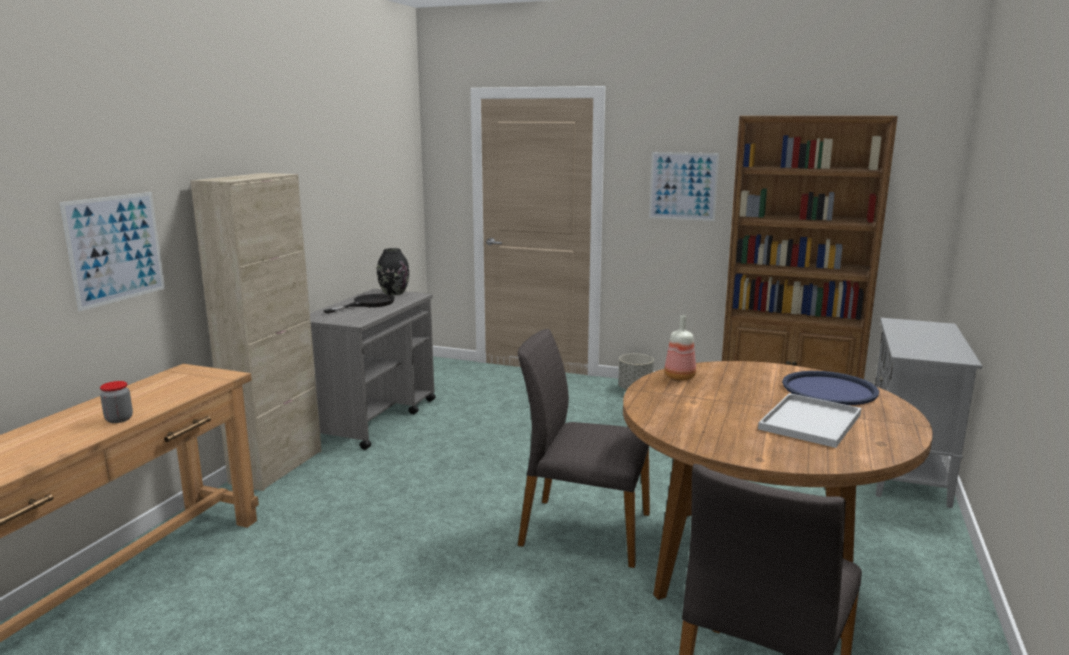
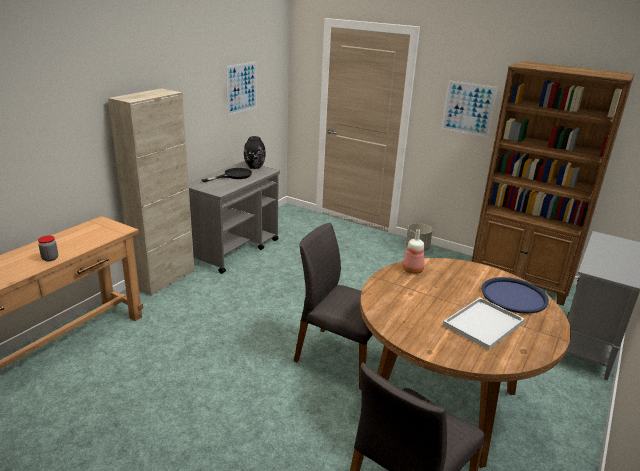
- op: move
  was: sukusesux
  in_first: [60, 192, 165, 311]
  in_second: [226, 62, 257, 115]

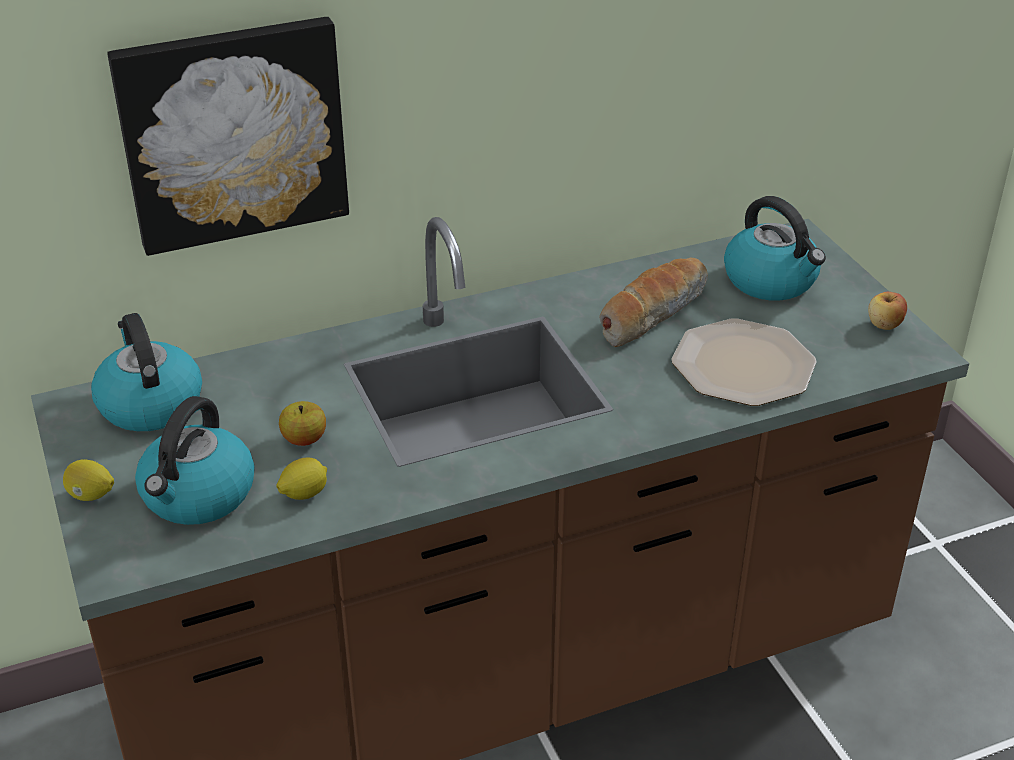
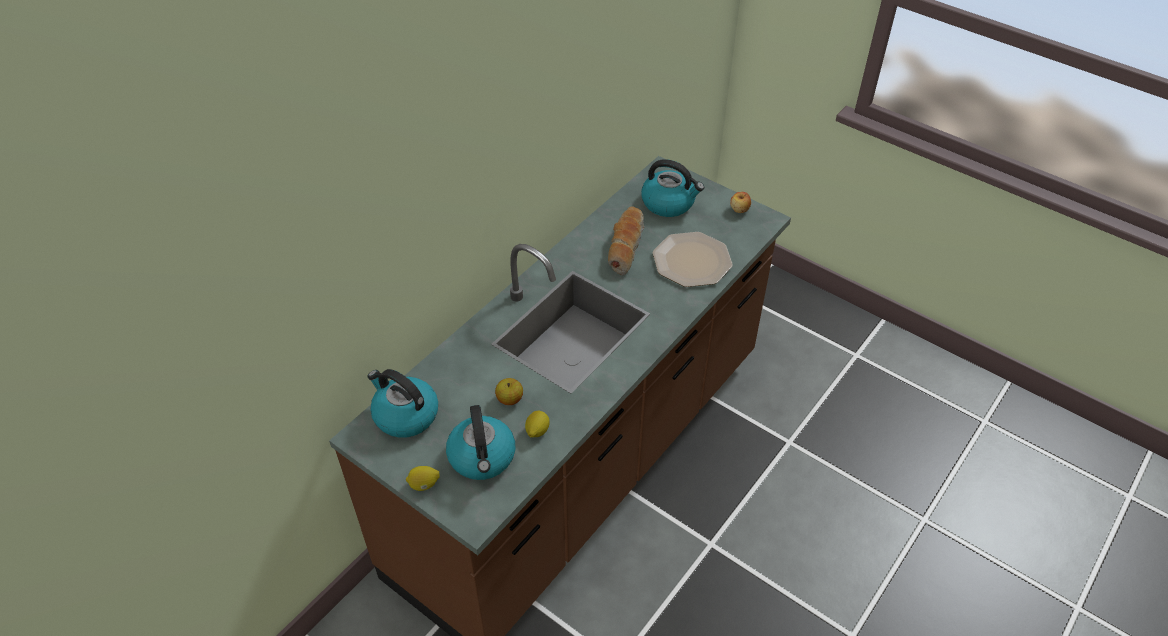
- op: delete
  was: sukusesux
  in_first: [107, 17, 349, 256]

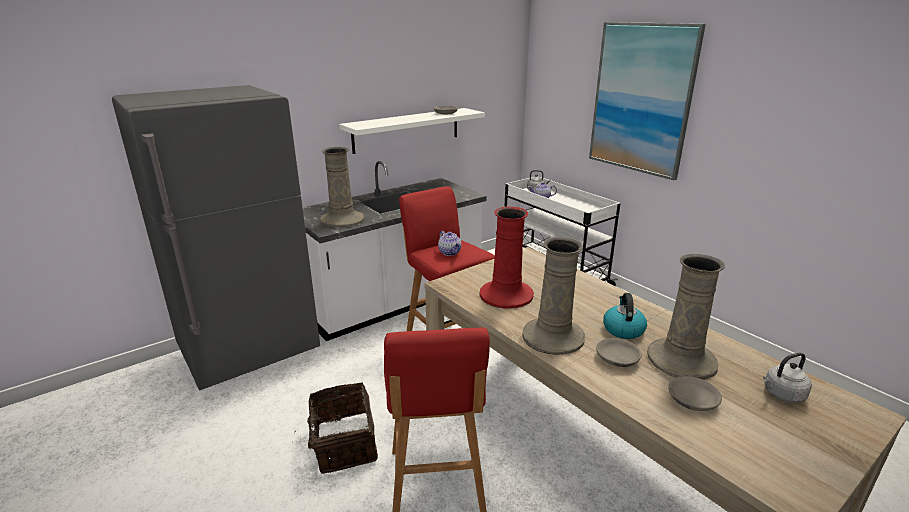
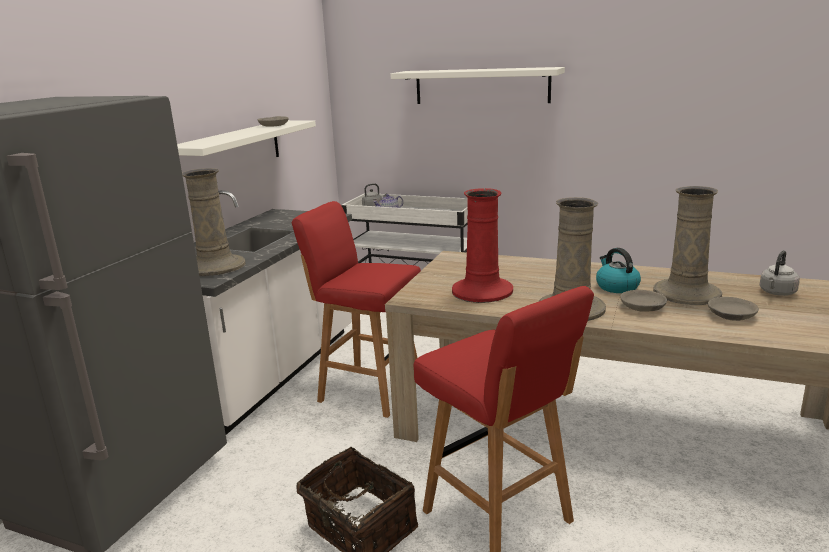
- op: delete
  was: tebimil
  in_first: [438, 231, 461, 256]
- op: replace
  was: sukusesux
  now: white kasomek
  in_first: [589, 22, 706, 180]
  in_second: [390, 67, 565, 104]

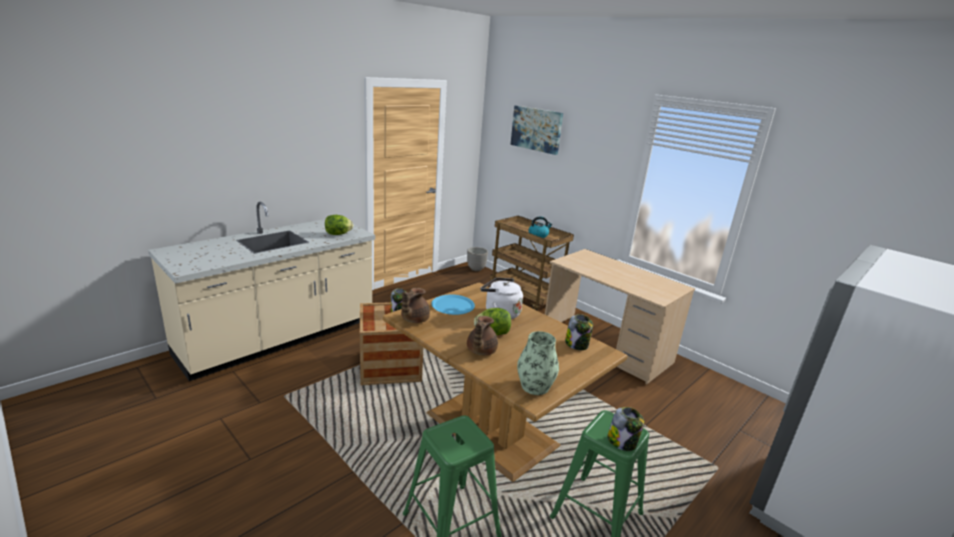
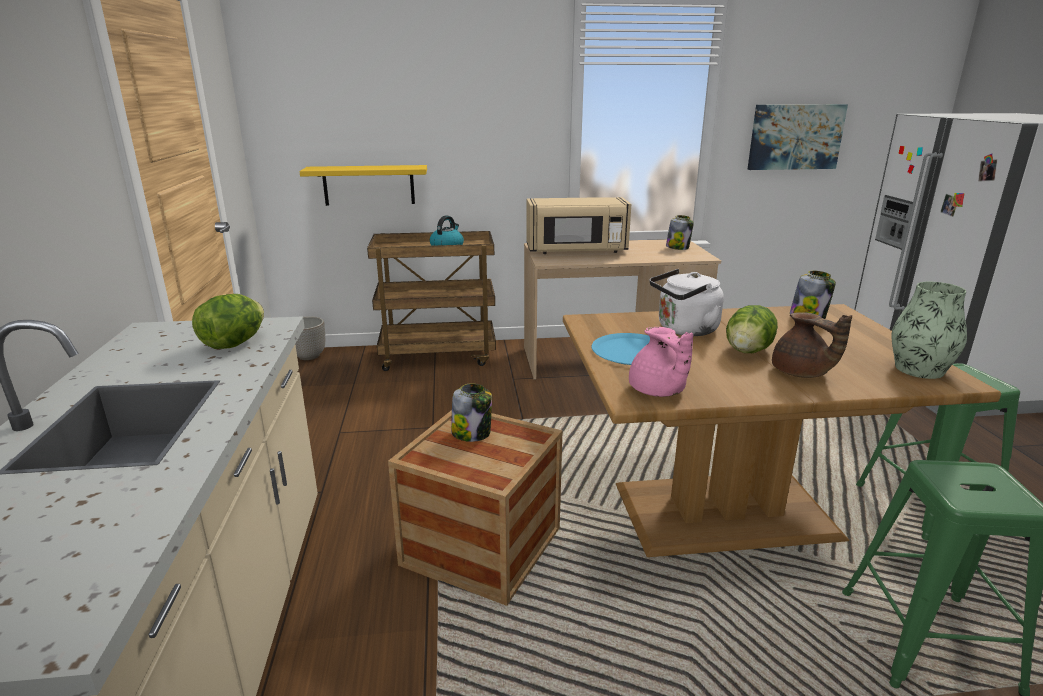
- op: recolor
  was: brown tebimil
  now: pink tebimil
  in_first: [401, 288, 430, 323]
  in_second: [629, 327, 693, 397]
- op: move
  was: sukusesux
  in_first: [511, 106, 563, 155]
  in_second: [748, 104, 848, 170]
- op: move
  was: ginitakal
  in_first: [608, 407, 644, 451]
  in_second: [666, 215, 694, 250]
- op: insert
  now: yellow kasomek
  in_second: [299, 165, 427, 206]
- op: insert
  now: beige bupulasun
  in_second: [526, 197, 631, 254]

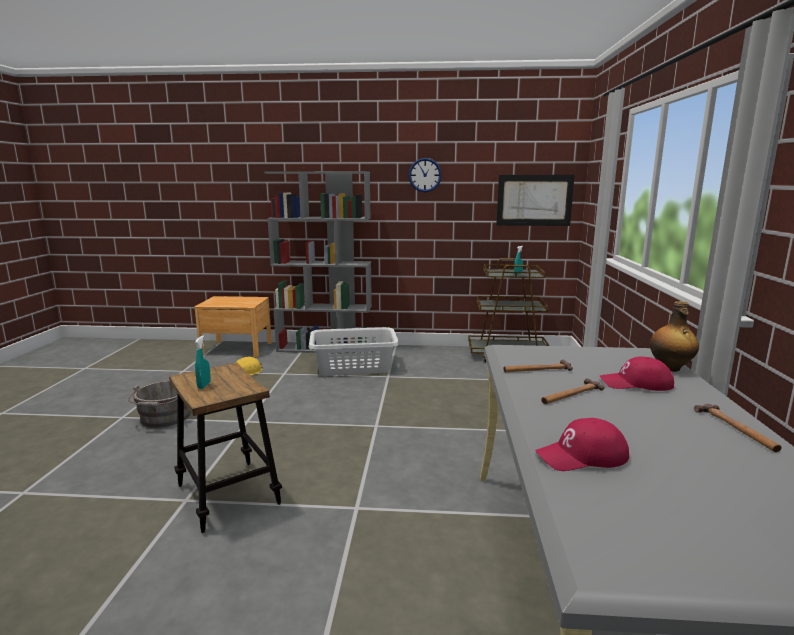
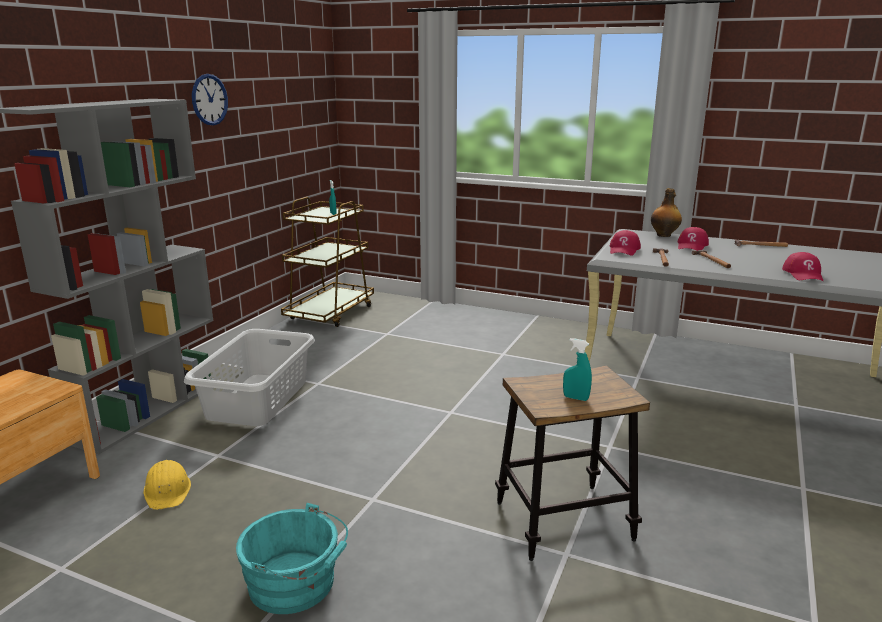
- op: recolor
  was: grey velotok
  now: turquoise velotok
  in_first: [128, 381, 191, 428]
  in_second: [236, 503, 348, 614]
- op: delete
  was: sukusesux
  in_first: [496, 175, 575, 226]
- op: insert
  now: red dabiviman
  in_second: [610, 230, 641, 256]

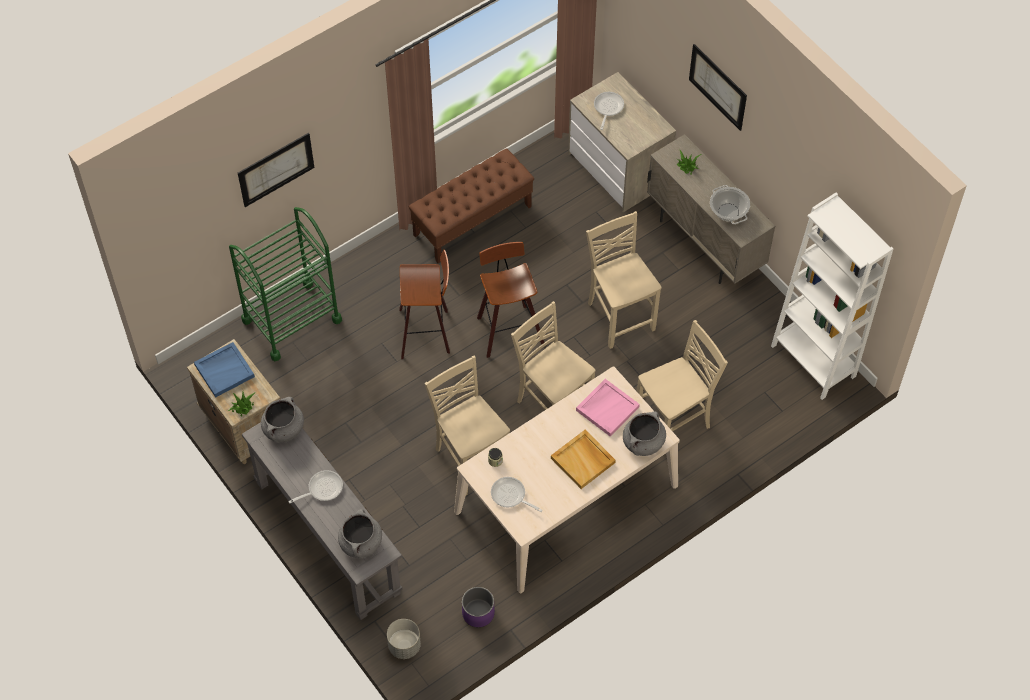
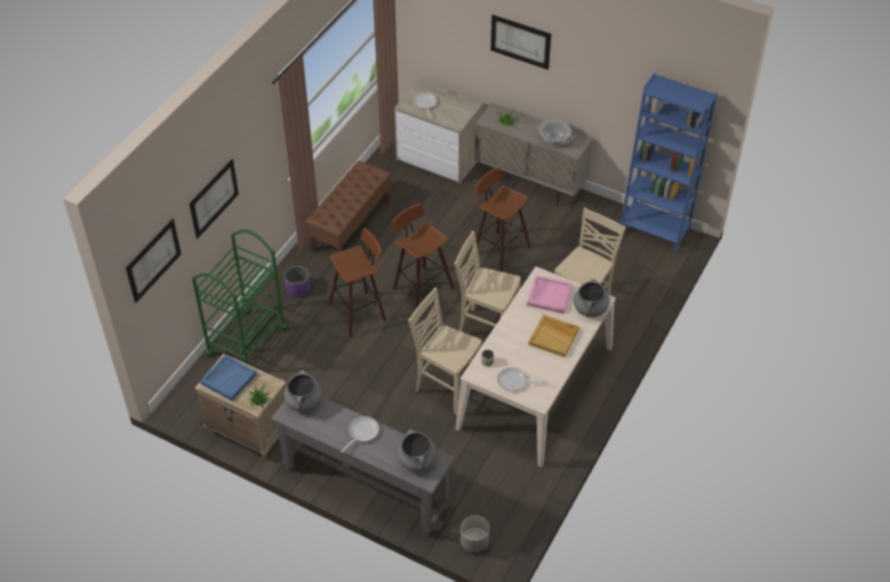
- op: move
  was: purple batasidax
  in_first: [462, 587, 495, 627]
  in_second: [284, 266, 310, 298]
- op: replace
  was: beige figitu
  now: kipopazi
  in_first: [586, 211, 662, 349]
  in_second: [473, 167, 531, 272]
- op: recolor
  was: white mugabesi
  now: blue mugabesi
  in_first: [771, 193, 894, 400]
  in_second: [620, 73, 717, 255]
- op: insert
  now: sukusesux
  in_second: [126, 219, 181, 303]

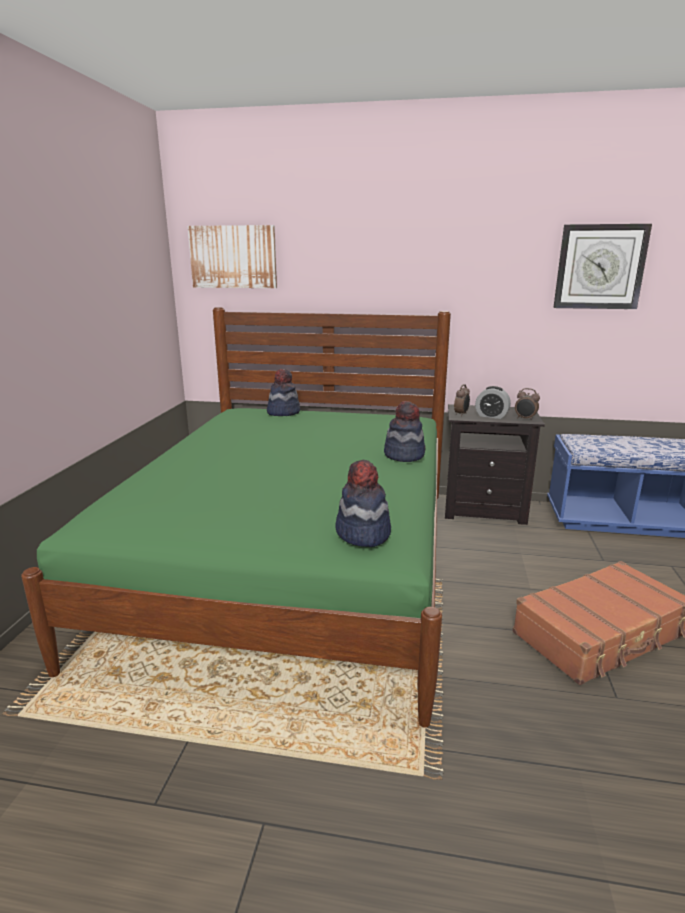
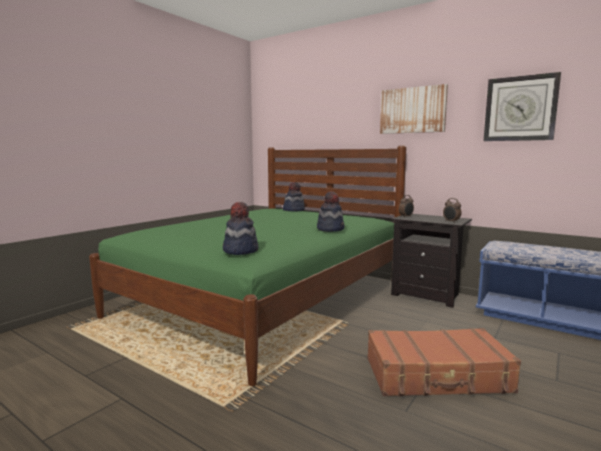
- op: move
  was: sukusesux
  in_first: [188, 225, 277, 288]
  in_second: [380, 84, 448, 134]
- op: delete
  was: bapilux
  in_first: [475, 386, 511, 419]

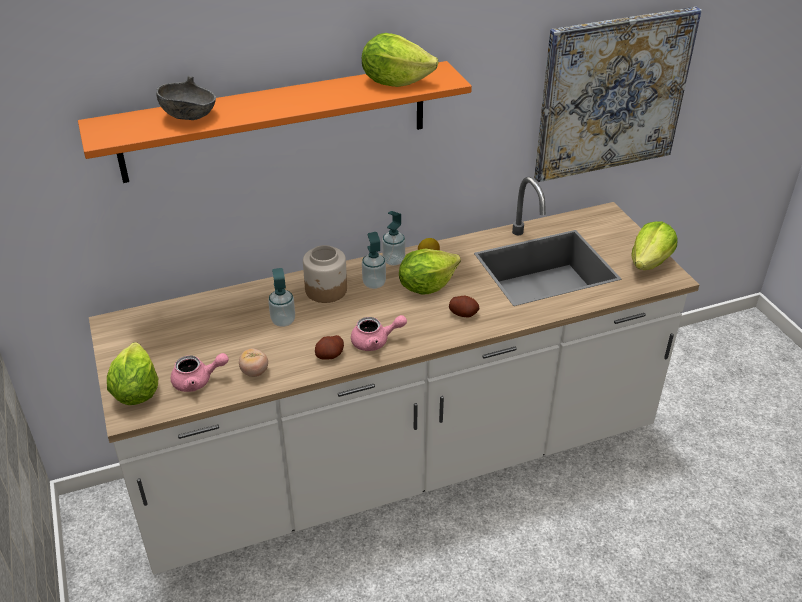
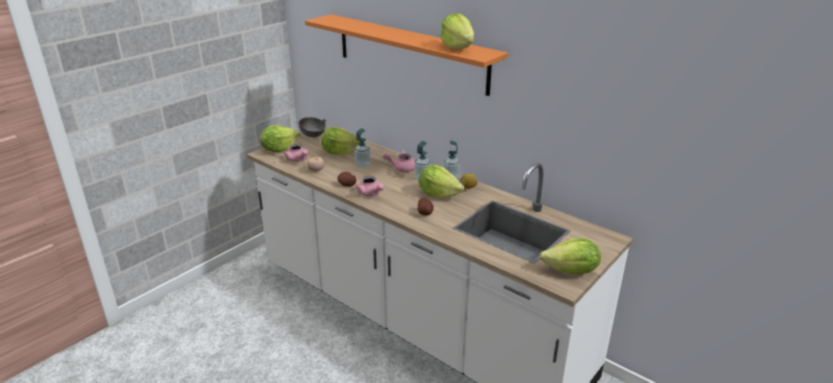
- op: move
  was: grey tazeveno
  in_first: [156, 76, 216, 120]
  in_second: [298, 117, 327, 137]
- op: replace
  was: ginitakal
  now: pink tebimil
  in_first: [303, 245, 347, 303]
  in_second: [382, 150, 415, 172]
- op: delete
  was: sukusesux
  in_first: [534, 7, 702, 182]
- op: insert
  now: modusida
  in_second: [321, 127, 361, 155]

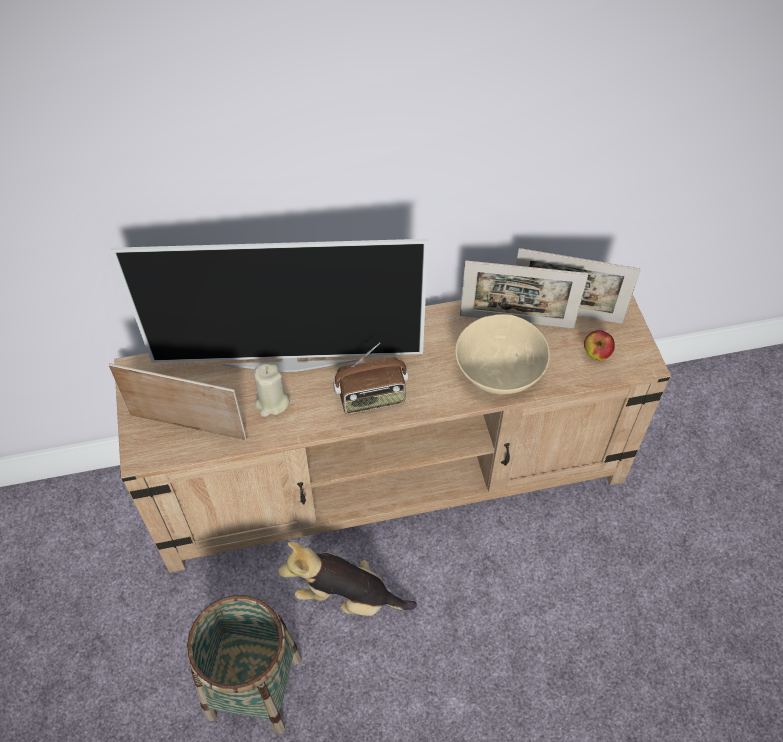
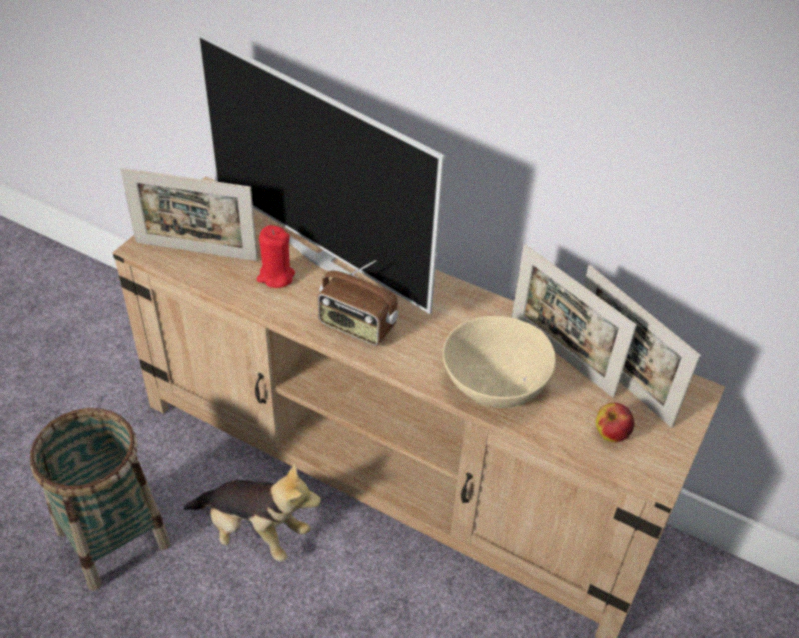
- op: rotate
  was: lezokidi
  in_first: [108, 363, 247, 441]
  in_second: [120, 168, 258, 261]
  clockwise: 135
- op: recolor
  was: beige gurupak
  now: red gurupak
  in_first: [254, 364, 290, 417]
  in_second: [257, 225, 295, 288]
- op: rotate
  was: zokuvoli
  in_first: [278, 542, 417, 616]
  in_second: [183, 462, 321, 562]
  clockwise: 150

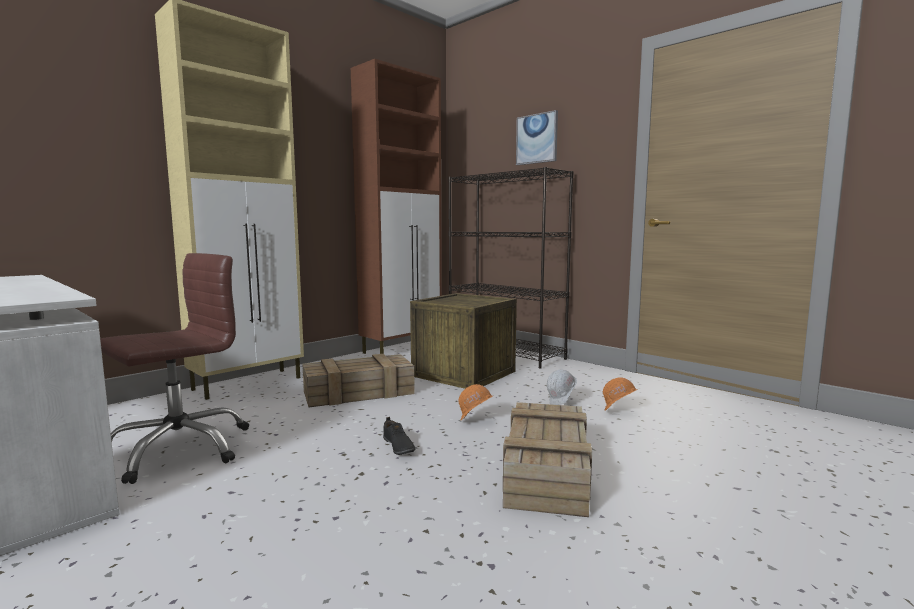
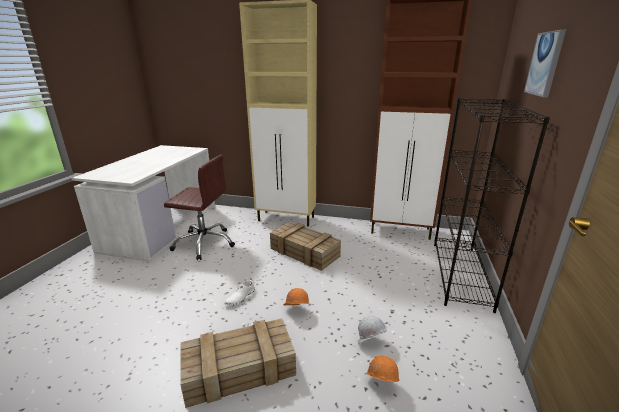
- op: recolor
  was: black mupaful
  now: white mupaful
  in_first: [383, 417, 416, 455]
  in_second: [224, 278, 255, 305]
- op: delete
  was: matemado
  in_first: [410, 293, 517, 389]

